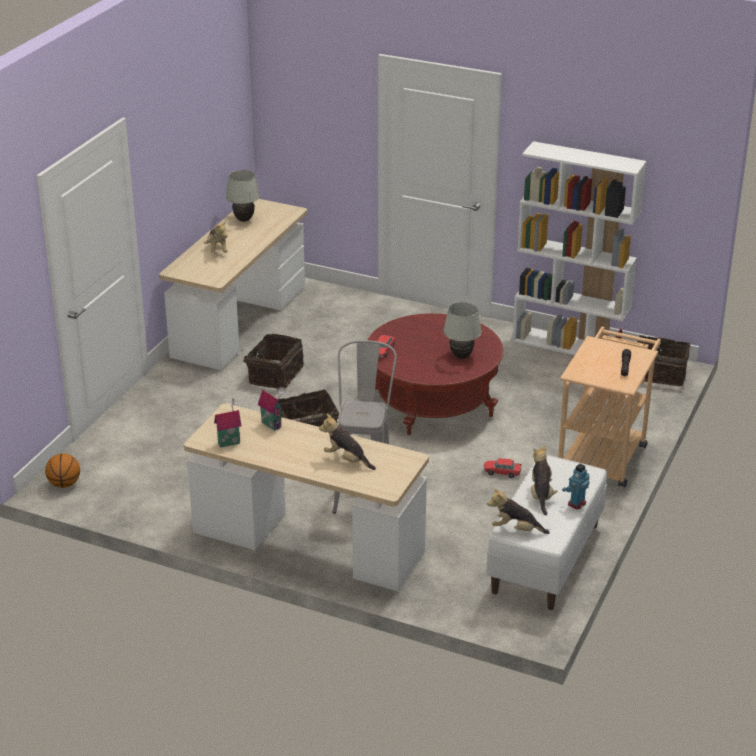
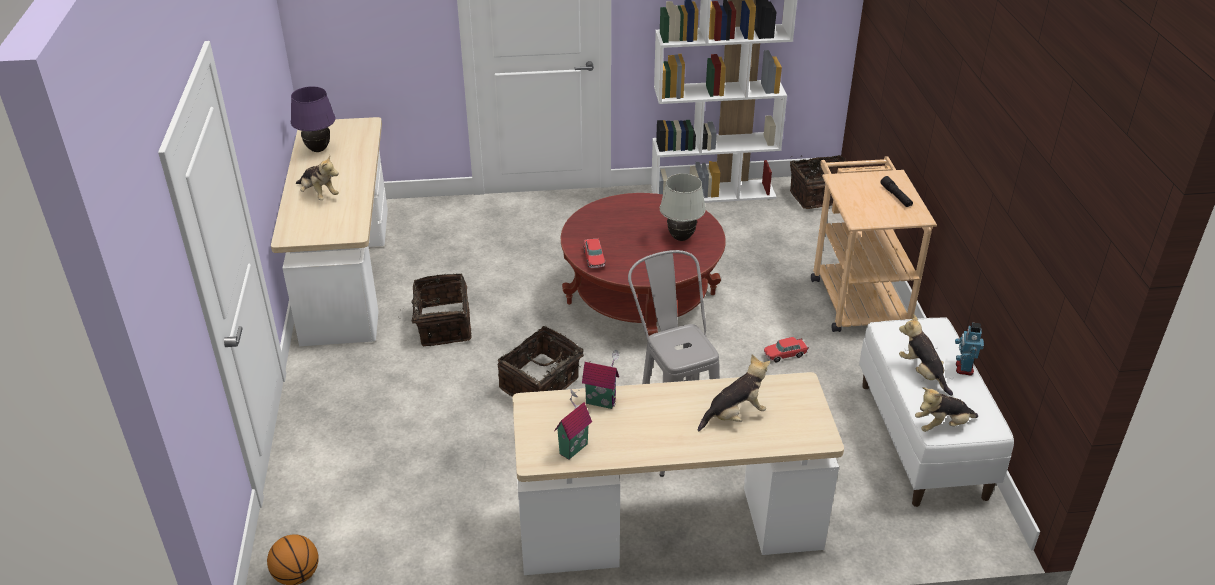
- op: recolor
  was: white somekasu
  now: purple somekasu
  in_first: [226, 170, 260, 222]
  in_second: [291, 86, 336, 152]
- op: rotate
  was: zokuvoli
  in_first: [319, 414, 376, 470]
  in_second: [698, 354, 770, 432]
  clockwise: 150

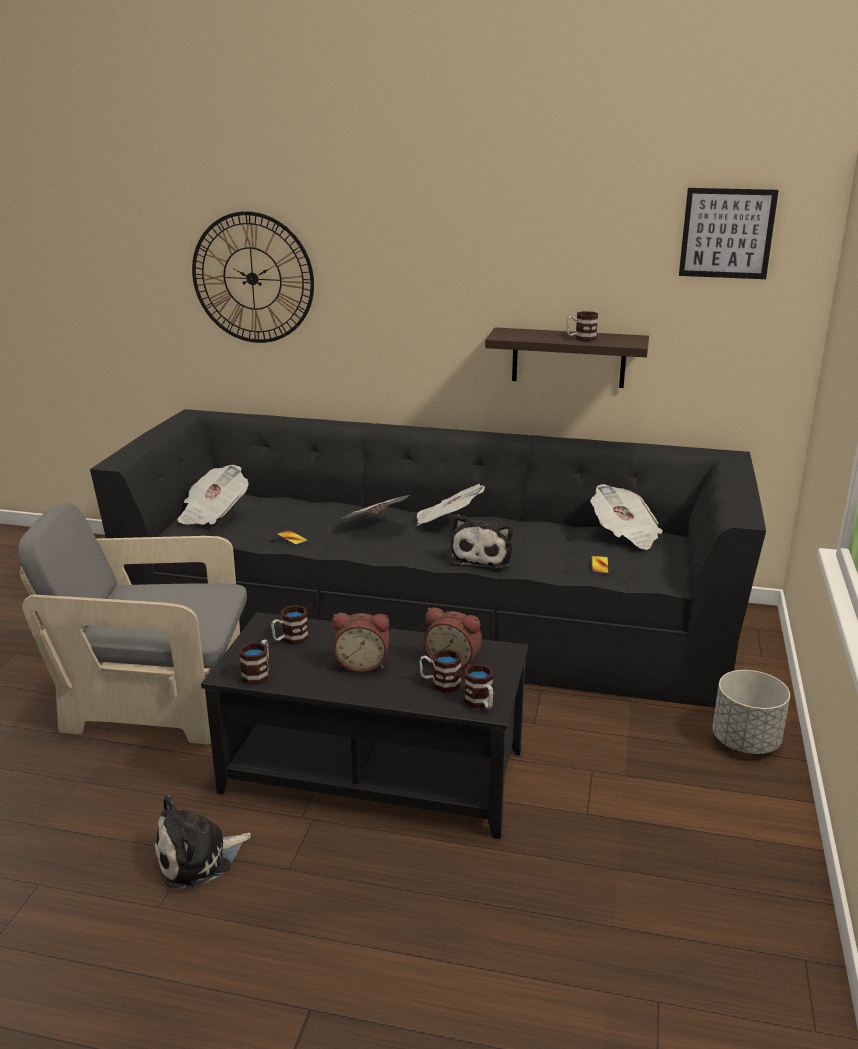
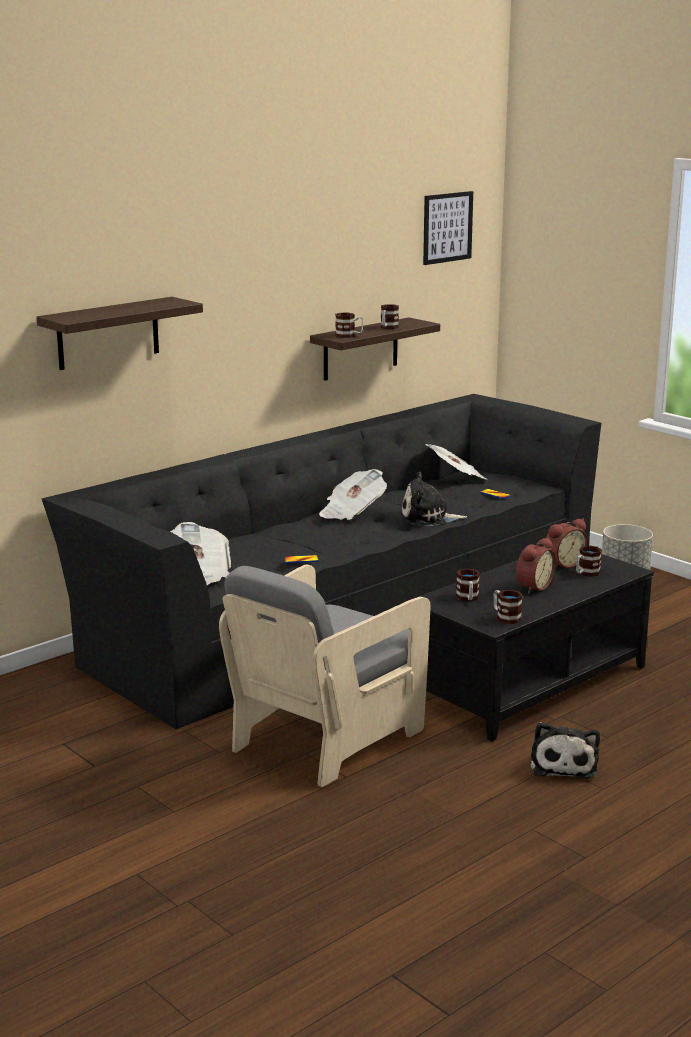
- op: replace
  was: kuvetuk
  now: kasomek
  in_first: [192, 211, 314, 343]
  in_second: [37, 297, 203, 370]
- op: delete
  was: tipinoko
  in_first: [342, 495, 410, 519]
- op: rotate
  was: zokuvoli
  in_first: [451, 515, 513, 569]
  in_second: [402, 472, 467, 526]
  clockwise: 135
- op: move
  was: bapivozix
  in_first: [464, 664, 493, 709]
  in_second: [335, 312, 364, 338]

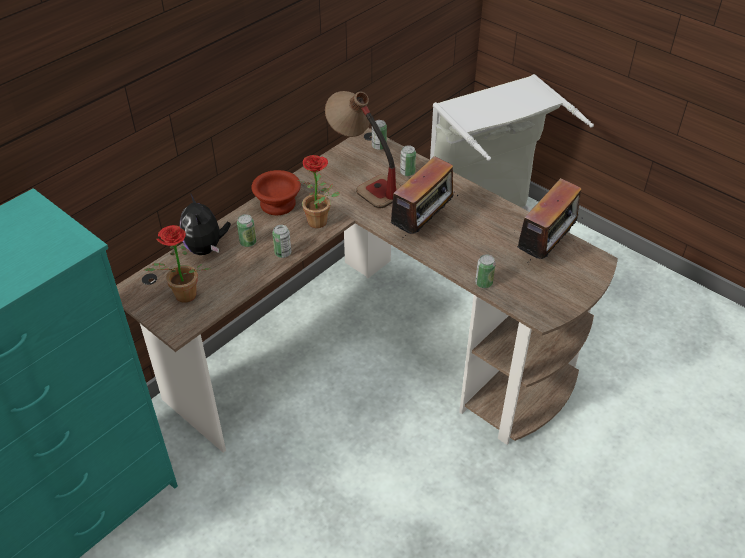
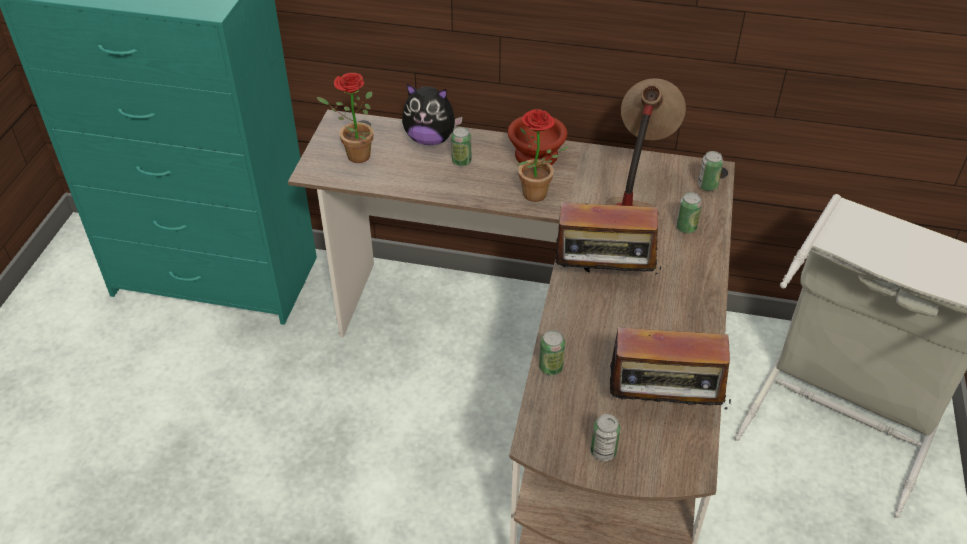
- op: rotate
  was: zokuvoli
  in_first: [179, 193, 231, 255]
  in_second: [402, 84, 463, 145]
  clockwise: -120
- op: move
  was: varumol
  in_first: [272, 225, 291, 258]
  in_second: [591, 414, 620, 461]

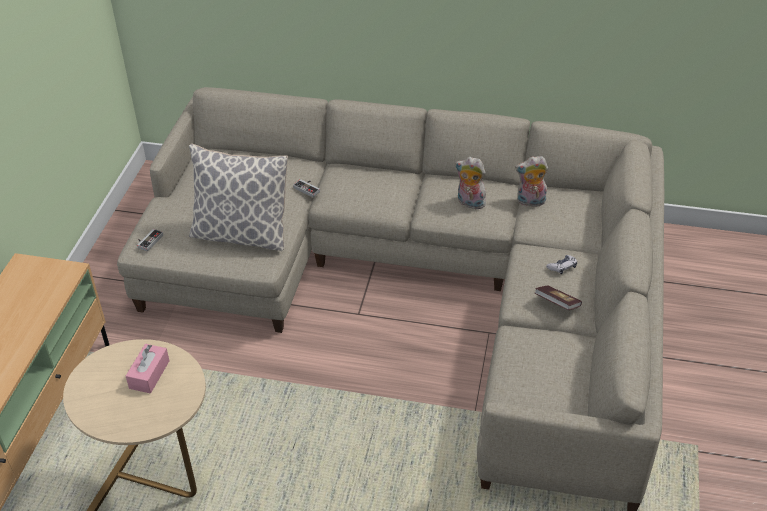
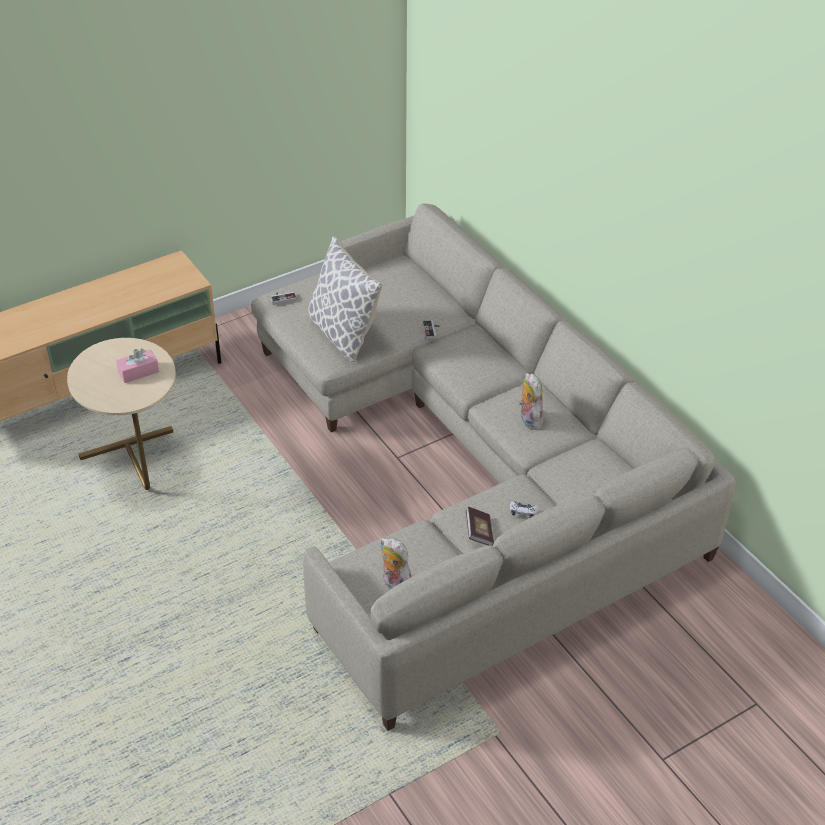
- op: move
  was: zokuvoli
  in_first: [515, 156, 548, 207]
  in_second: [380, 537, 412, 590]

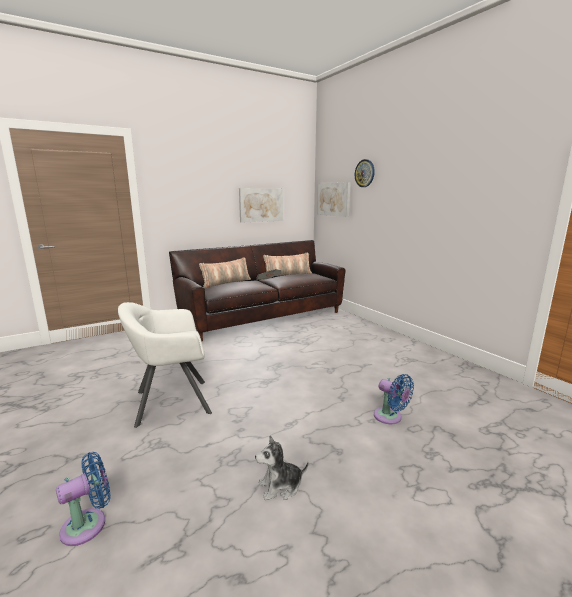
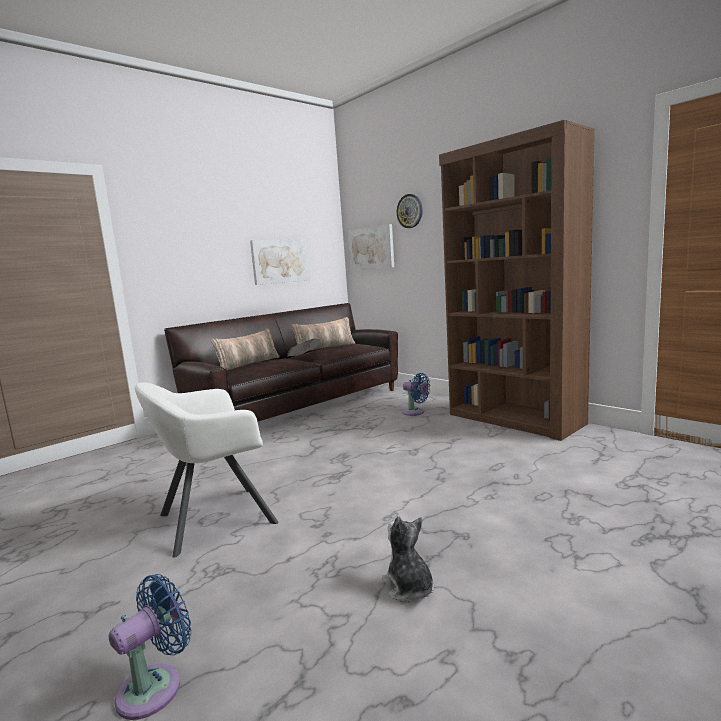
- op: rotate
  was: zokuvoli
  in_first: [255, 436, 309, 501]
  in_second: [382, 516, 434, 603]
  clockwise: 90
- op: move
  was: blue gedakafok
  in_first: [374, 374, 414, 424]
  in_second: [402, 373, 430, 416]
- op: insert
  now: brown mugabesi
  in_second: [439, 120, 595, 441]

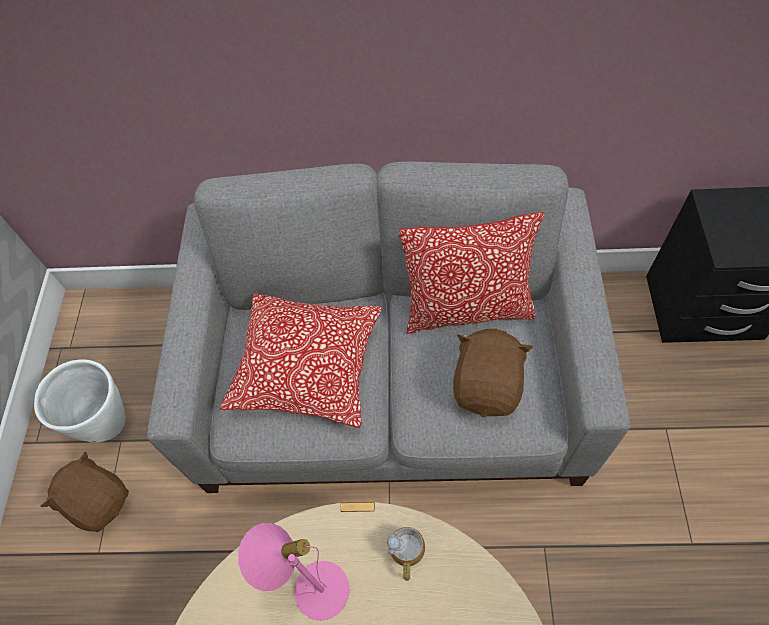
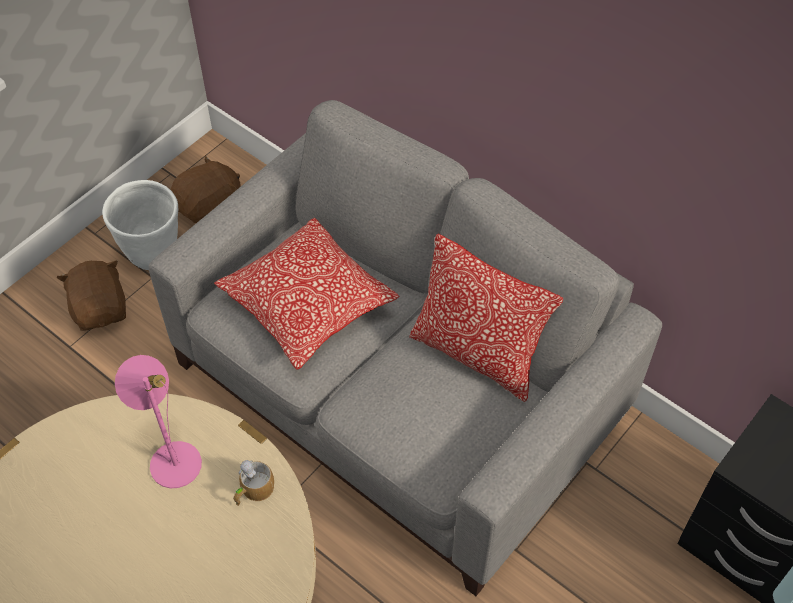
- op: move
  was: brown zokuvoli
  in_first: [453, 328, 533, 417]
  in_second: [171, 155, 240, 223]

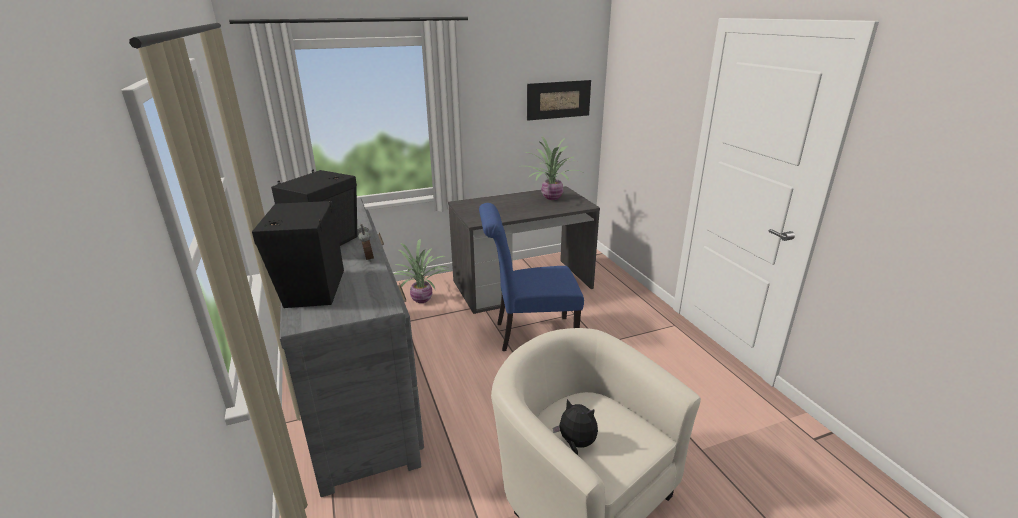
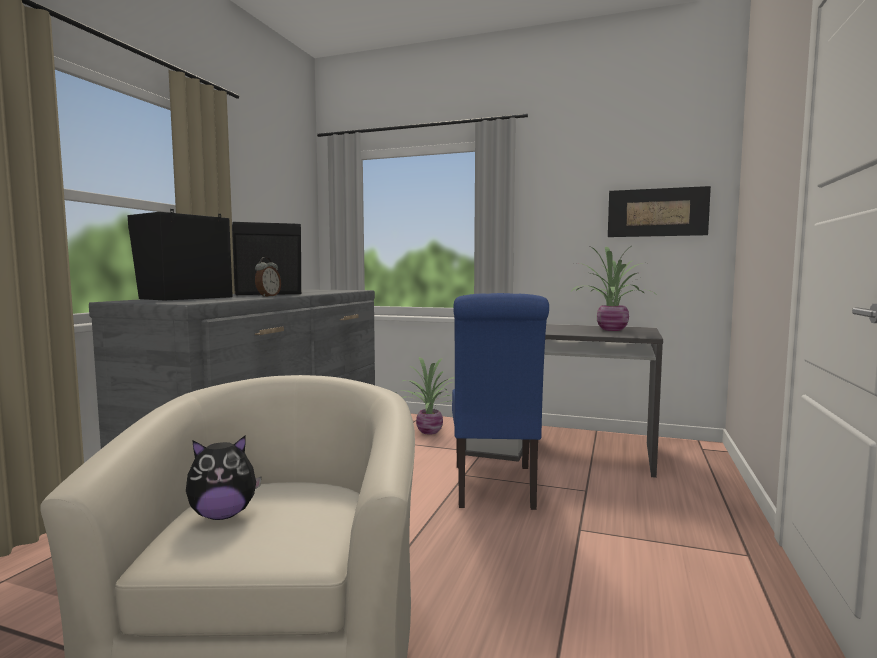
- op: rotate
  was: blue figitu
  in_first: [479, 203, 584, 351]
  in_second: [452, 293, 549, 510]
  clockwise: -120
- op: rotate
  was: zokuvoli
  in_first: [553, 399, 598, 455]
  in_second: [186, 436, 262, 520]
  clockwise: 90

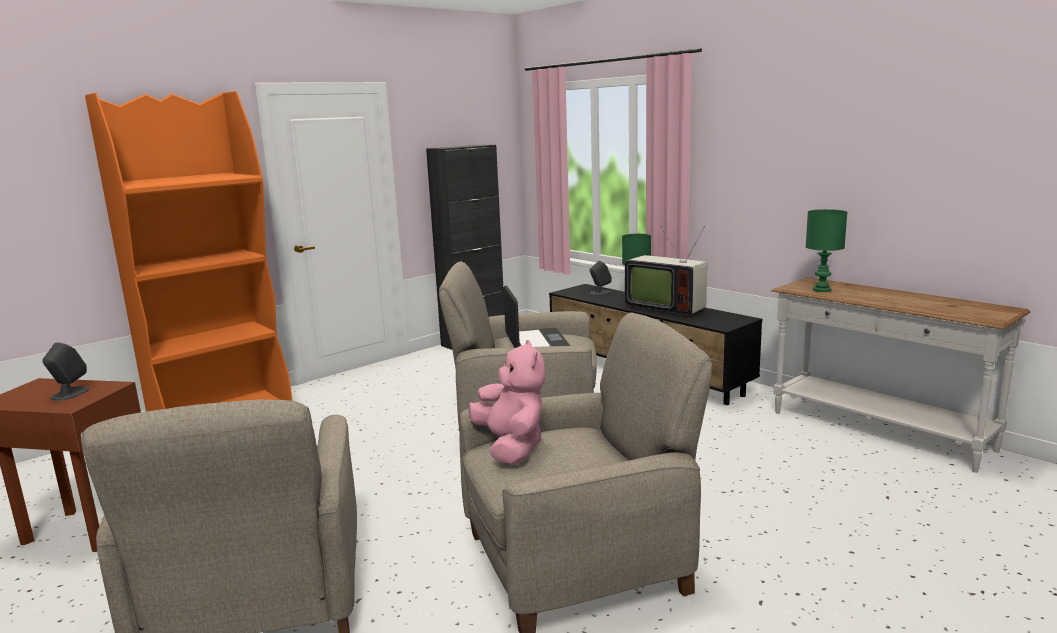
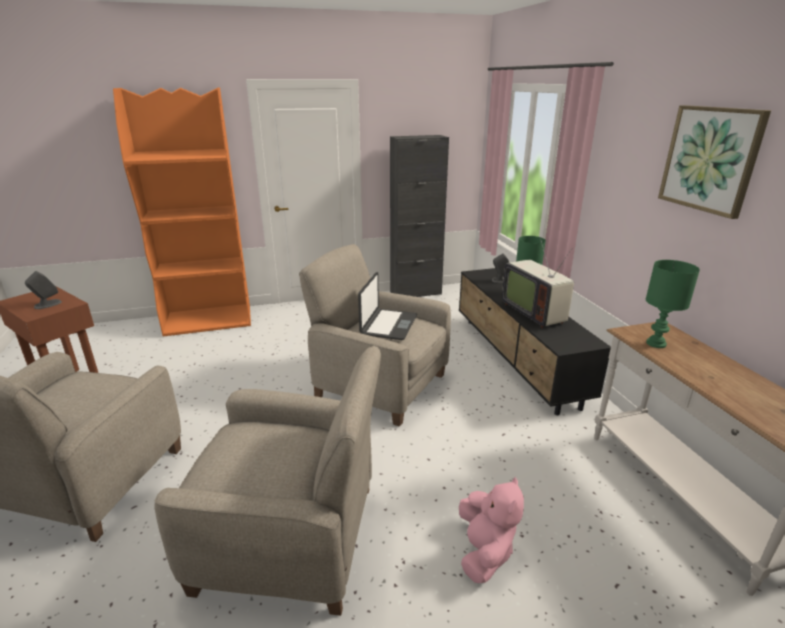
- op: move
  was: pink zokuvoli
  in_first: [469, 340, 545, 465]
  in_second: [459, 477, 524, 583]
- op: insert
  now: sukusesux
  in_second: [658, 105, 771, 219]

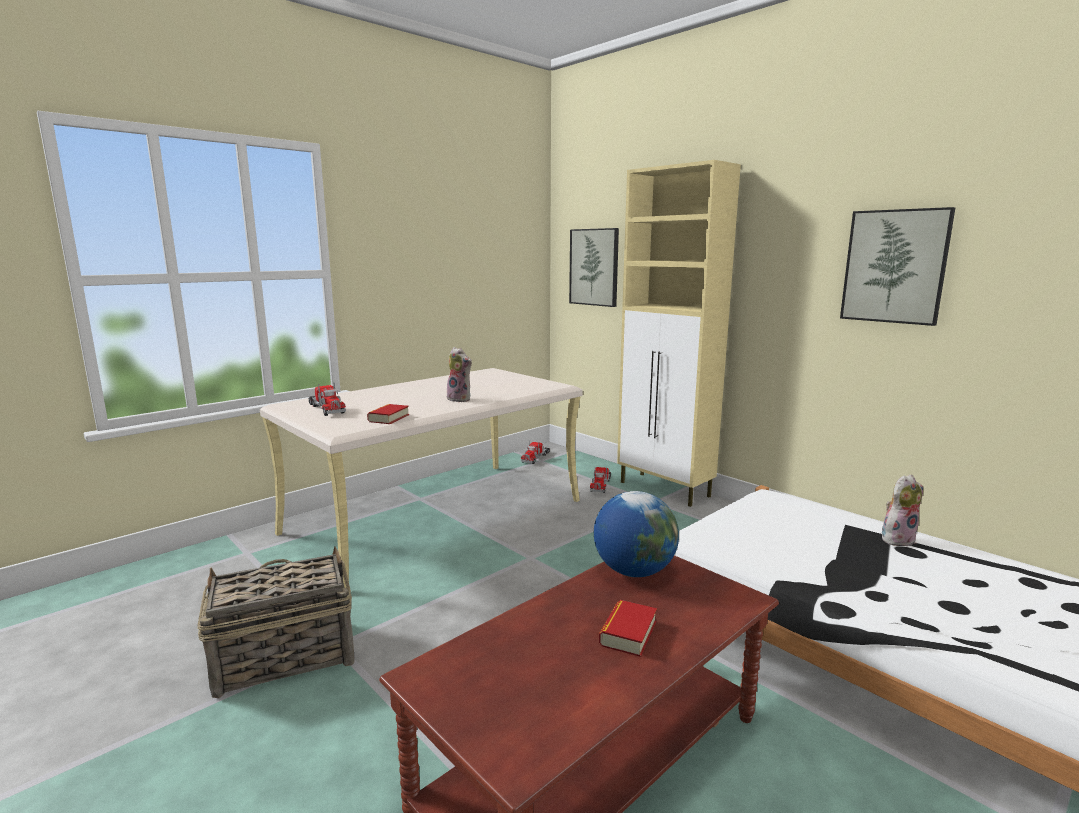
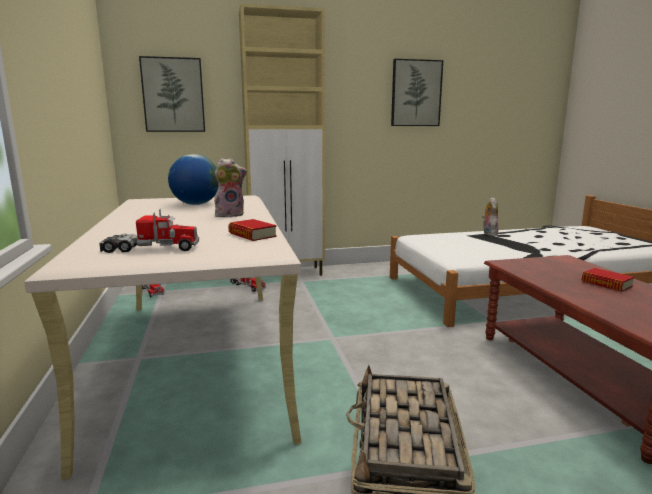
- op: move
  was: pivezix
  in_first: [594, 491, 679, 577]
  in_second: [168, 154, 218, 205]

